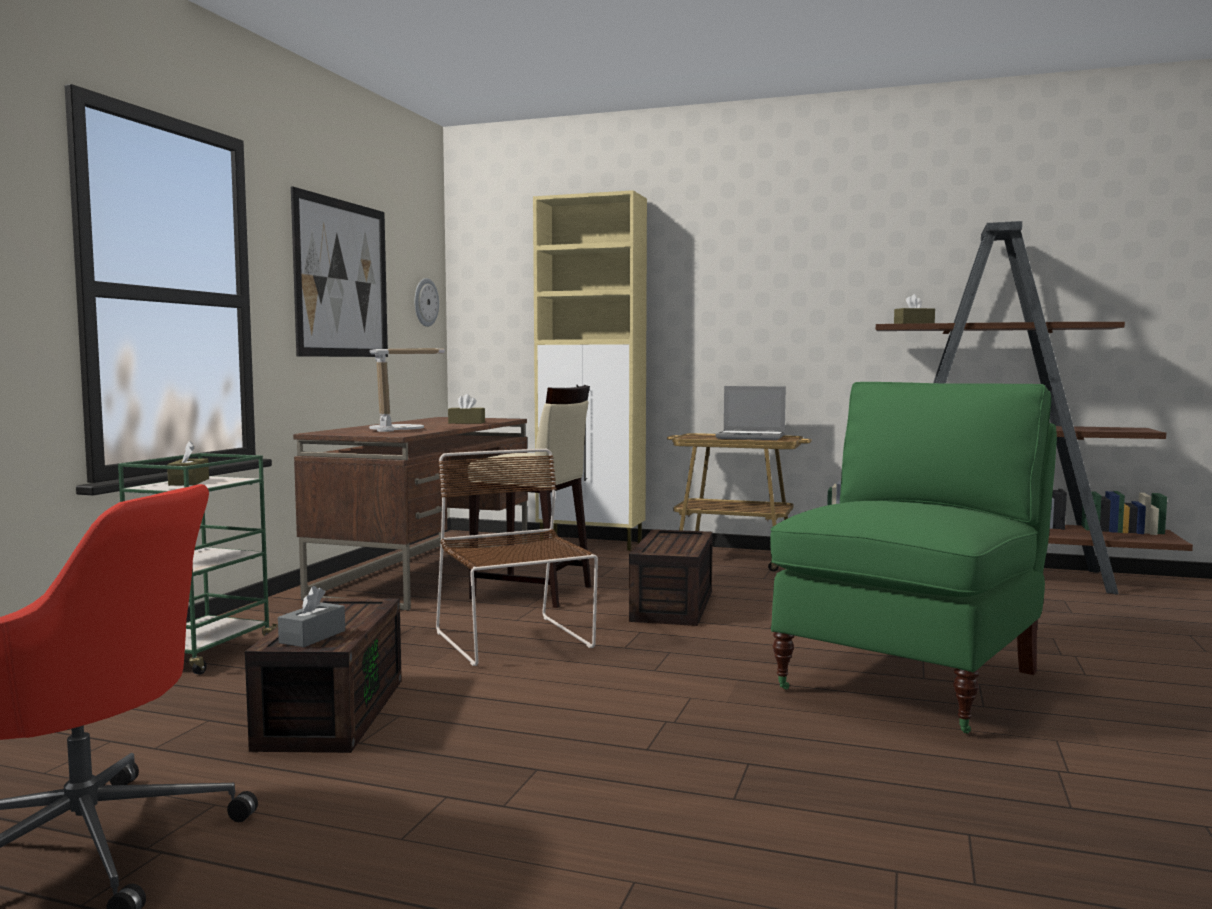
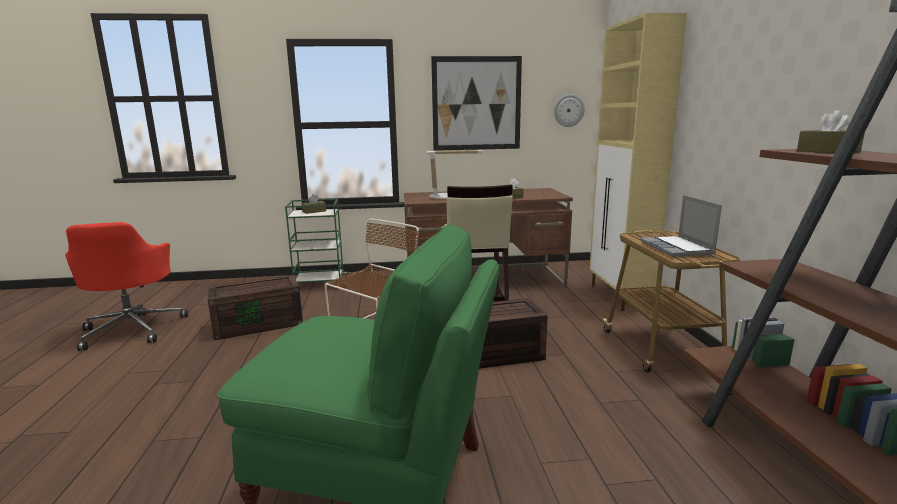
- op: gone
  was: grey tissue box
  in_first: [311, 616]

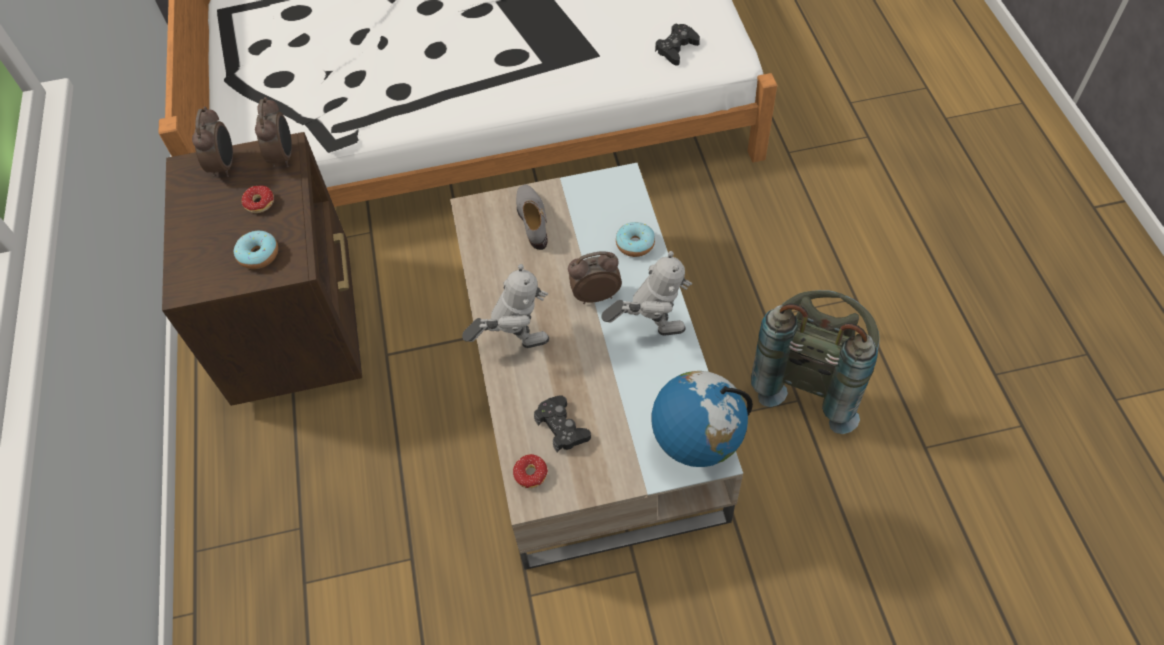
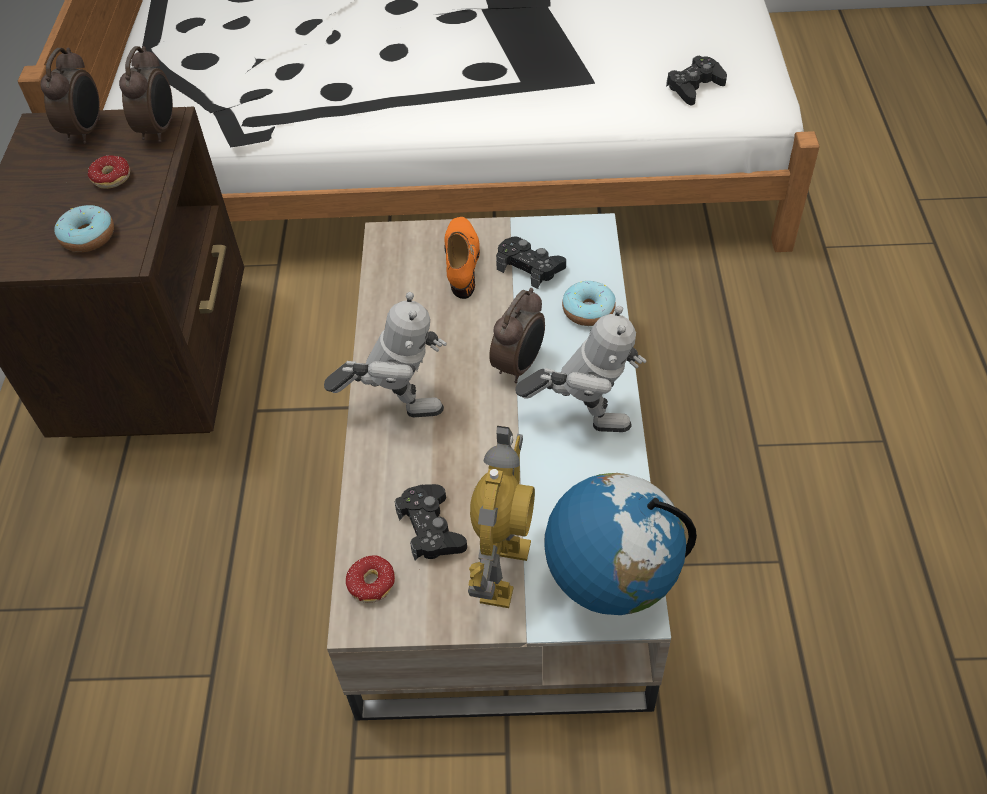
- op: repainted
  was: grey shoe
  now: orange shoe
  in_first: [532, 217]
  in_second: [462, 258]
- op: rotated
  was: alarm clock
  in_first: [595, 277]
  in_second: [517, 335]
  clockwise: 120
- op: gone
  was: grey backpack
  in_first: [815, 362]
- op: new
  now: black game controller
  in_second: [531, 262]
- op: new
  now: toy robot
  in_second: [501, 517]

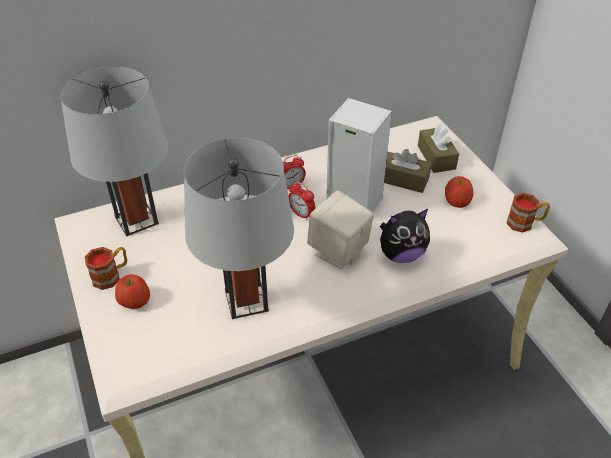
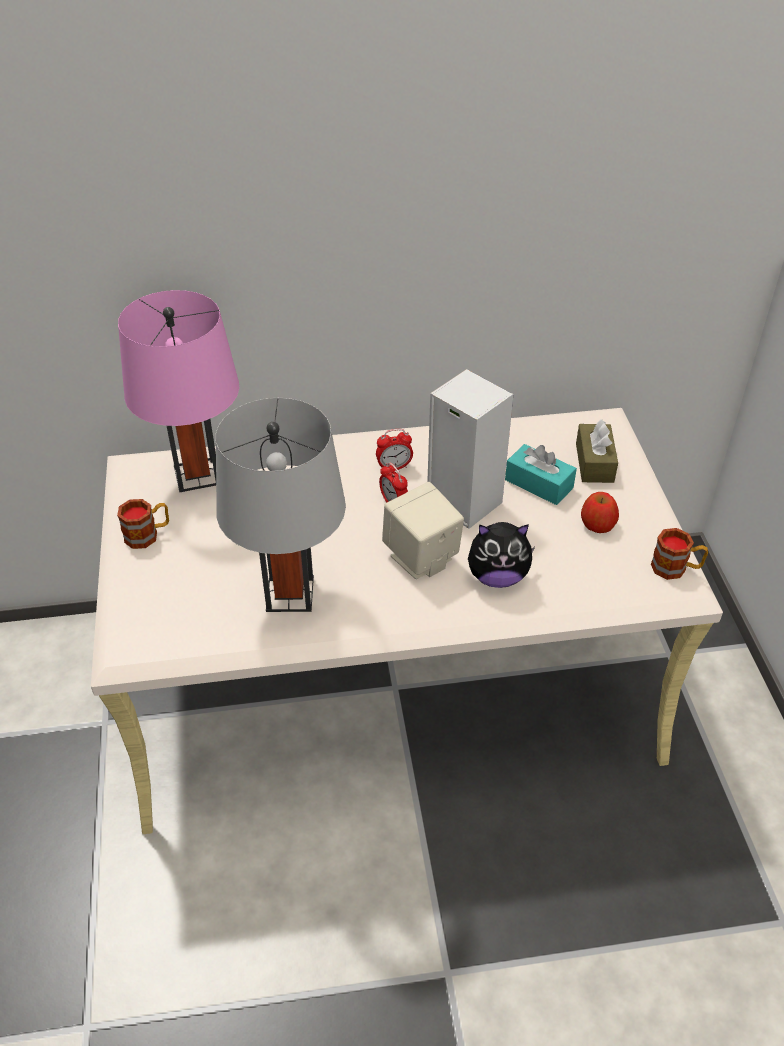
- op: repainted
  was: grey table lamp
  now: pink table lamp
  in_first: [114, 151]
  in_second: [178, 391]
- op: repainted
  was: brown tissue box
  now: turquoise tissue box
  in_first: [408, 171]
  in_second: [541, 474]
- op: gone
  was: apple
  in_first: [132, 291]

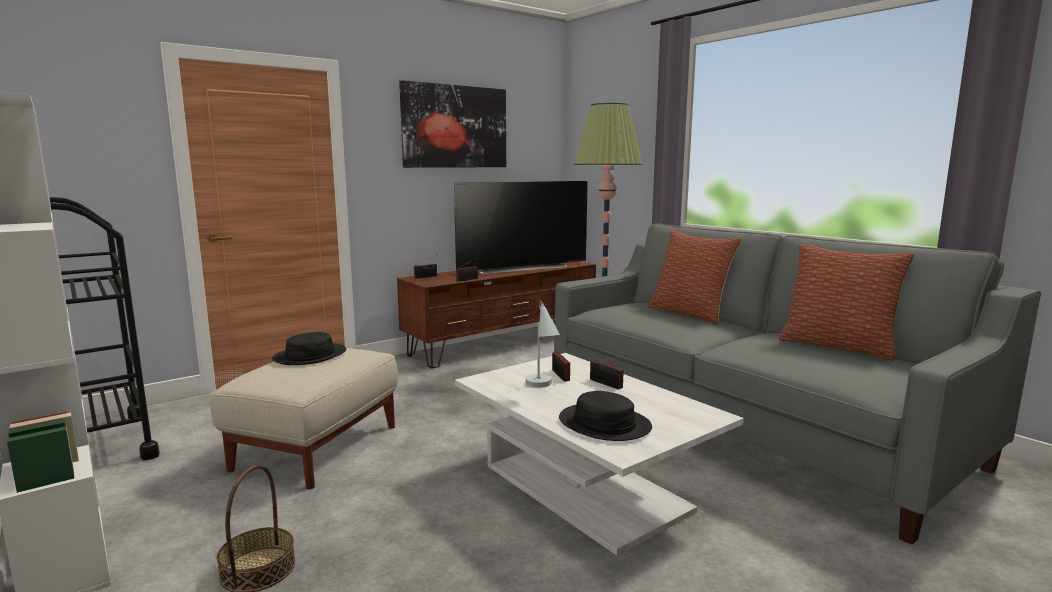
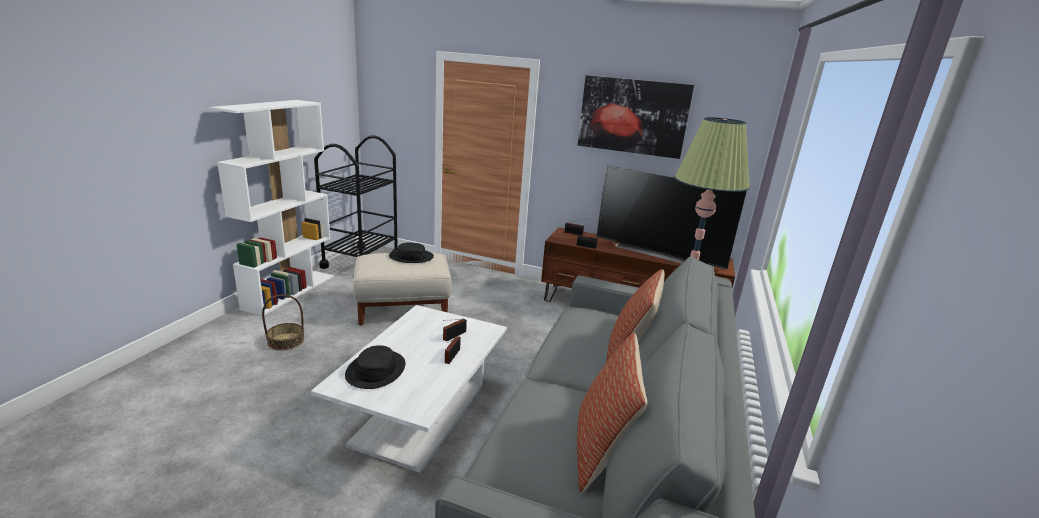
- op: gone
  was: white table lamp
  in_first: [542, 344]

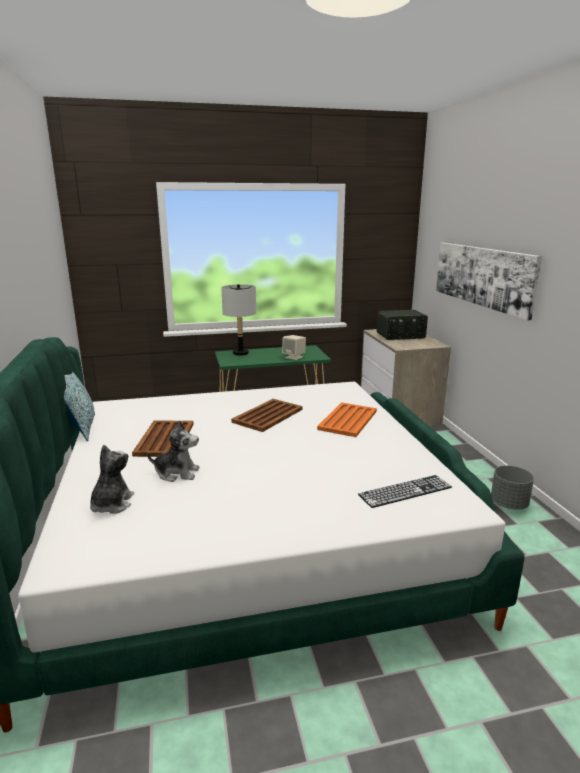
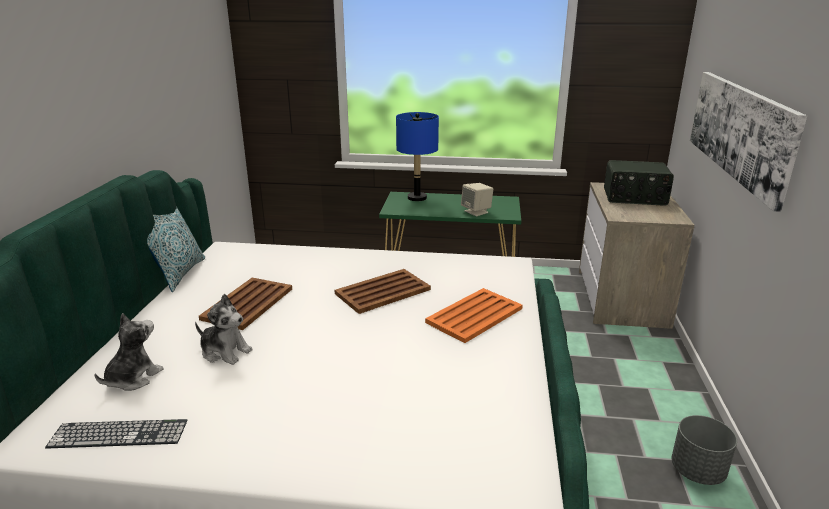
- op: repainted
  was: grey table lamp
  now: blue table lamp
  in_first: [238, 320]
  in_second: [417, 156]
- op: shifted
  was: keyboard
  in_first: [405, 491]
  in_second: [116, 434]

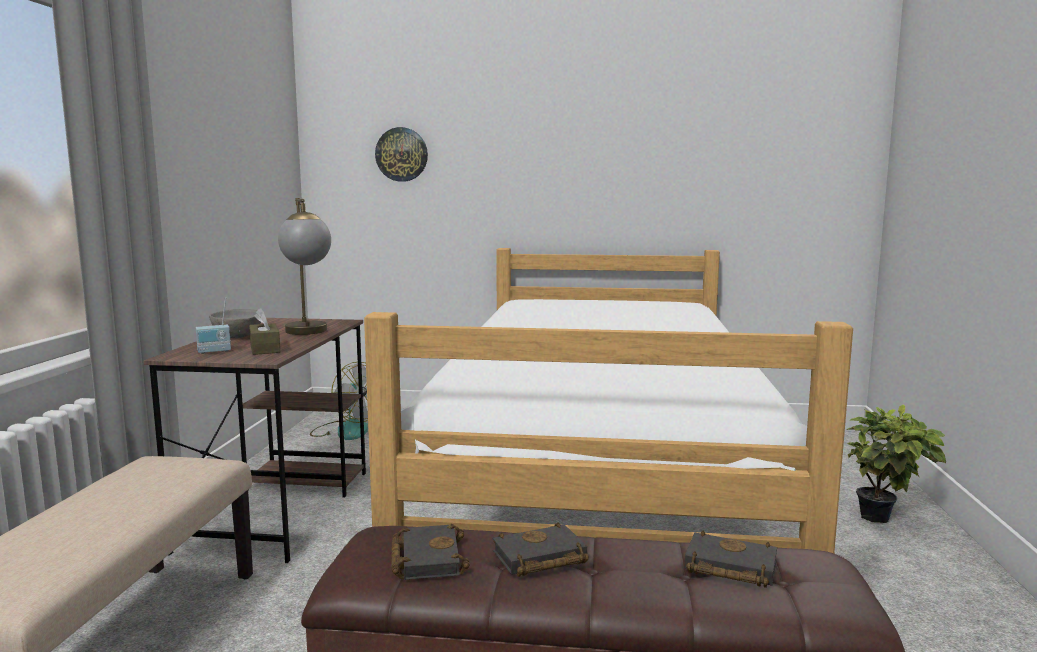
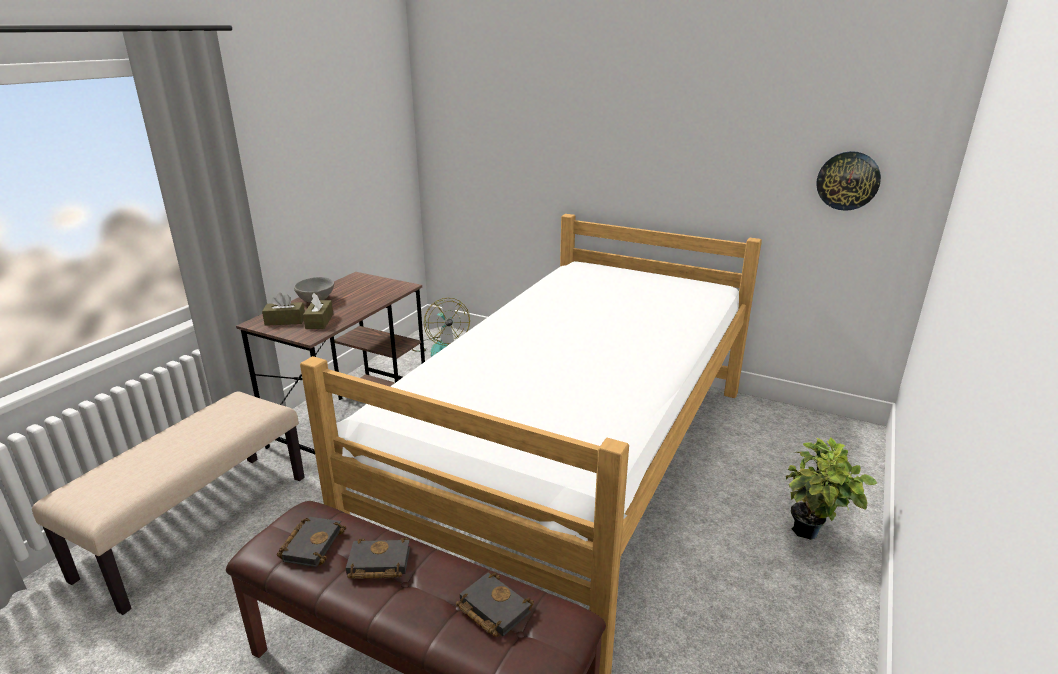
- op: shifted
  was: wall clock
  in_first: [401, 154]
  in_second: [848, 181]
- op: gone
  was: table lamp
  in_first: [304, 266]
- op: swapped
  was: radio
  now: brown tissue box
  in_first: [213, 325]
  in_second: [283, 309]

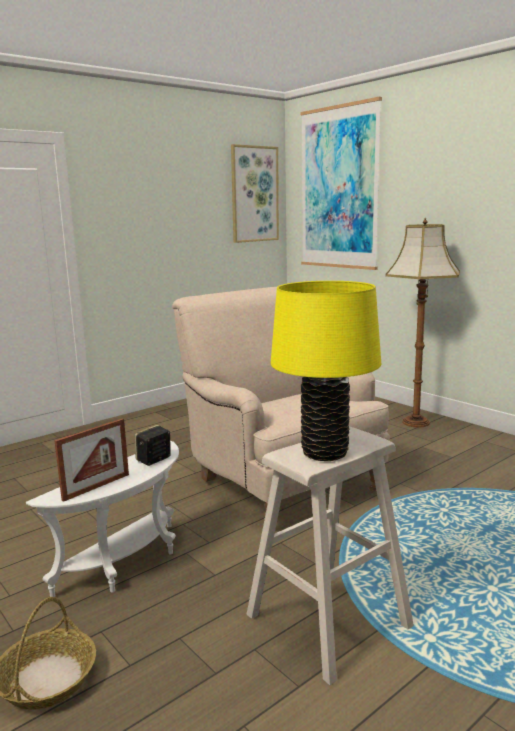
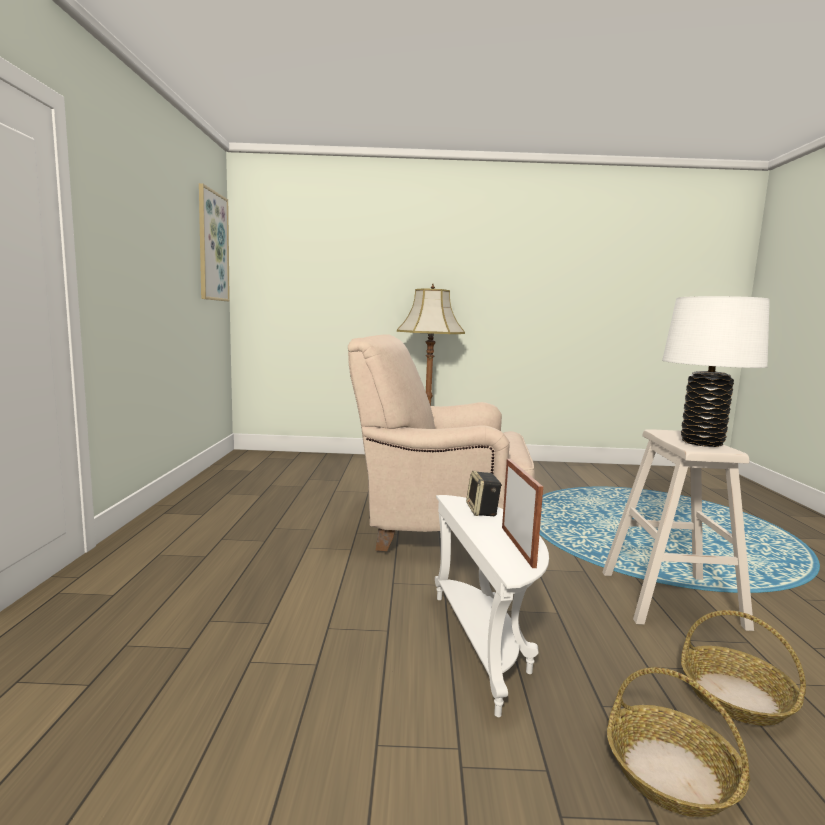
- op: gone
  was: picture
  in_first: [341, 183]
- op: repainted
  was: yellow table lamp
  now: white table lamp
  in_first: [326, 371]
  in_second: [716, 371]
- op: new
  now: basket
  in_second: [743, 668]

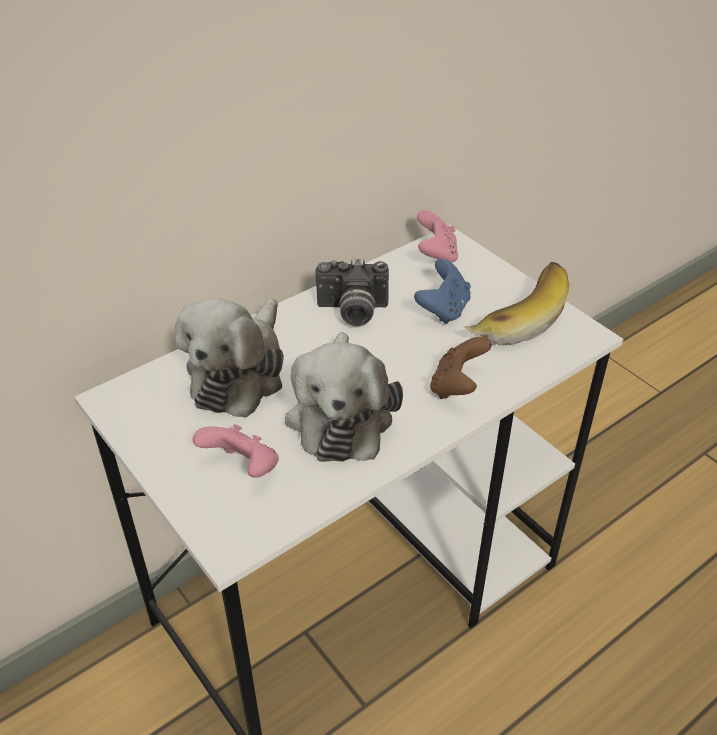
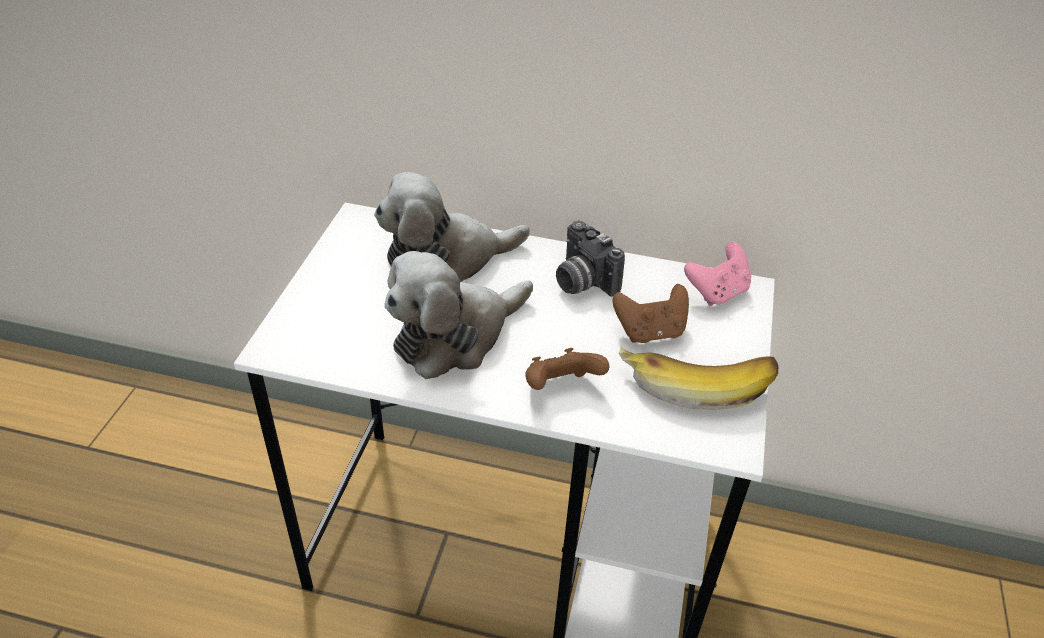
- op: repainted
  was: blue game controller
  now: brown game controller
  in_first: [442, 291]
  in_second: [651, 313]
- op: gone
  was: pink game controller
  in_first: [236, 451]

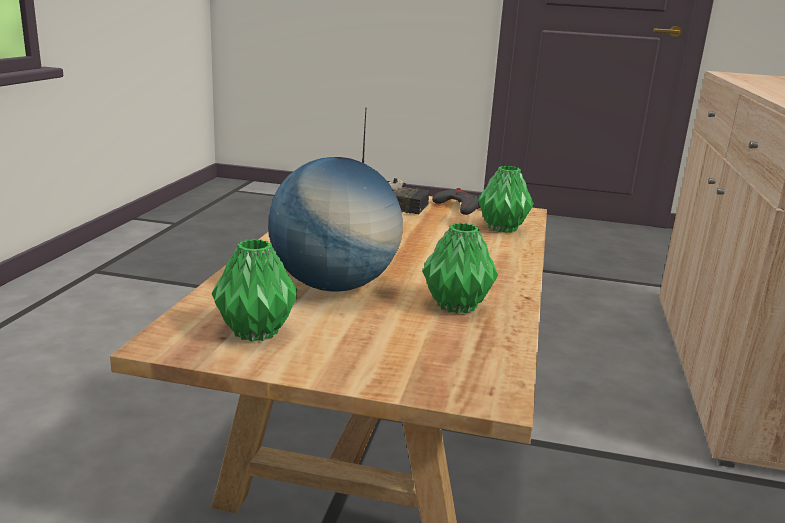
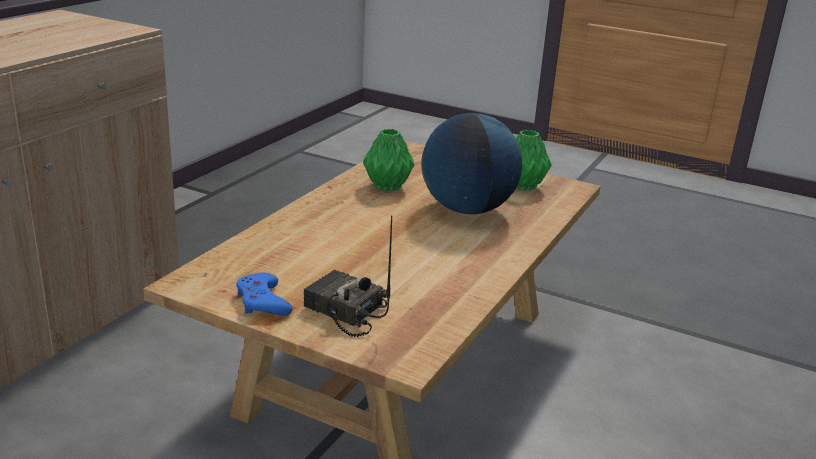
- op: gone
  was: green vase
  in_first: [506, 199]
- op: repainted
  was: grey game controller
  now: blue game controller
  in_first: [456, 201]
  in_second: [264, 294]

